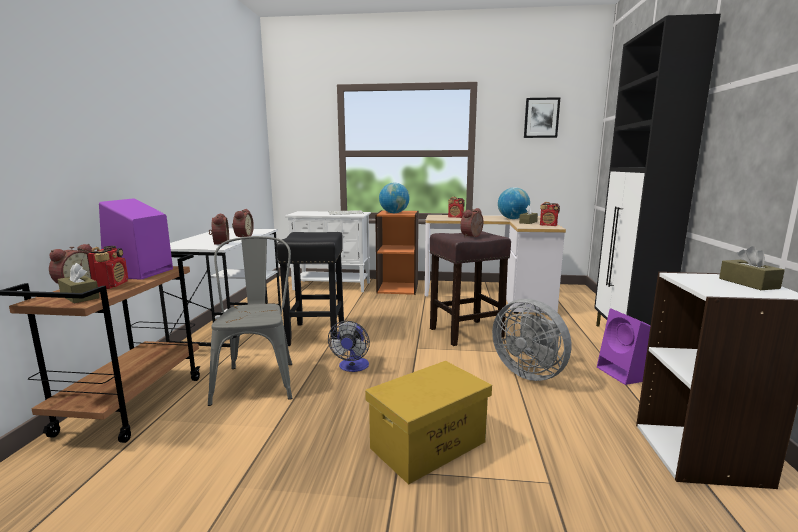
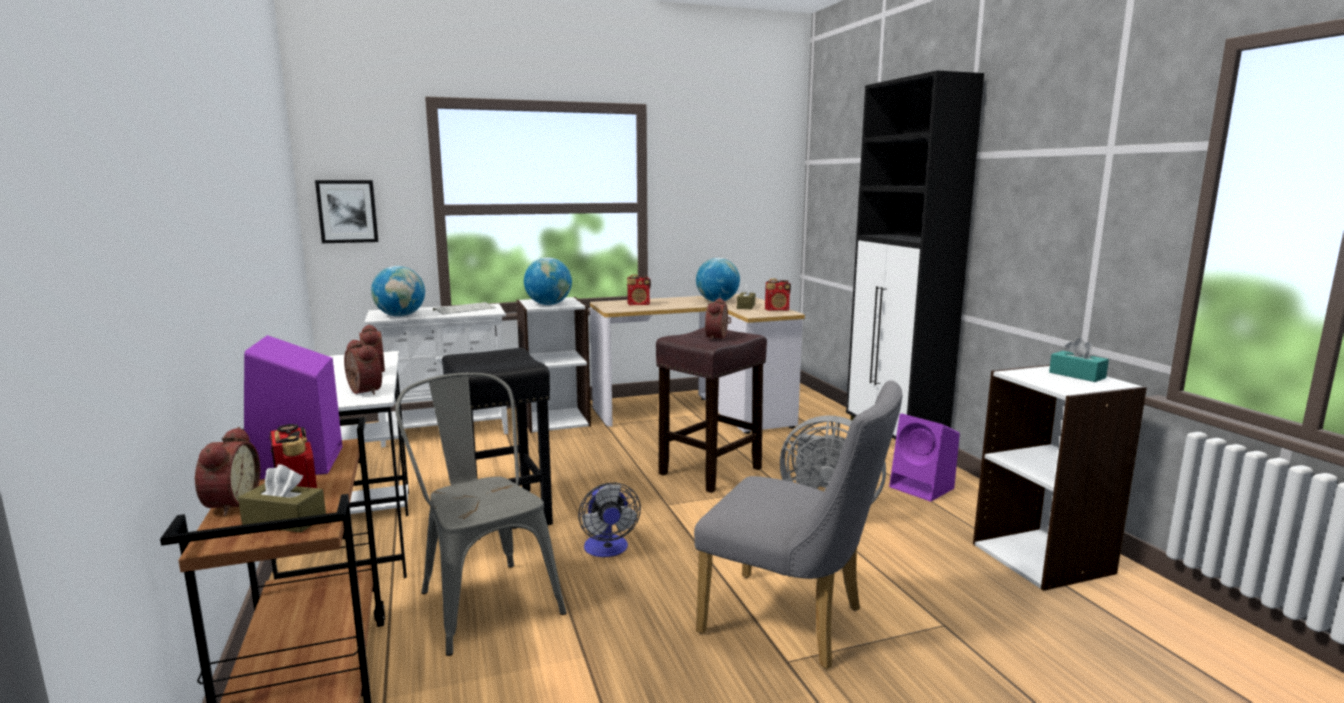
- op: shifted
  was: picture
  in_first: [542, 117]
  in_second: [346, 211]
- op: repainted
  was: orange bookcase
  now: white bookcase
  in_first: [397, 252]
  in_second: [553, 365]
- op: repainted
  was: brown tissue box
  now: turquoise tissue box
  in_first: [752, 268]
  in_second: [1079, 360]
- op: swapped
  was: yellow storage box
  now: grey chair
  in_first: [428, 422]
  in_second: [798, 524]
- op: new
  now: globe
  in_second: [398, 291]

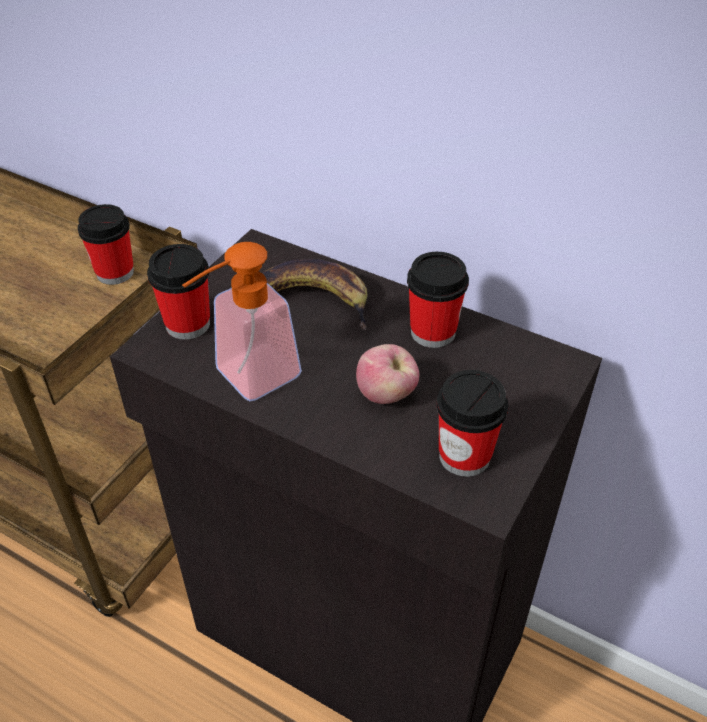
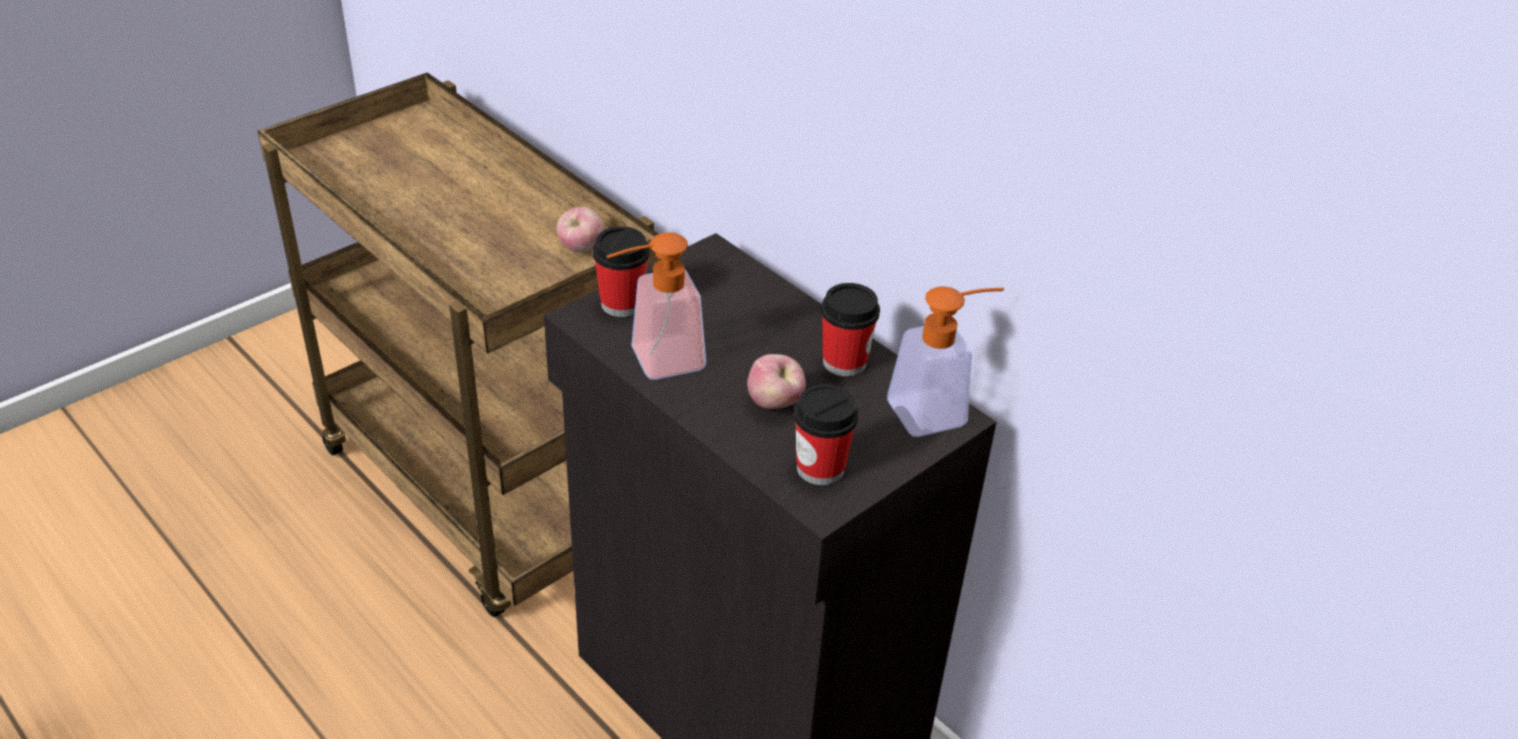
- op: swapped
  was: cup
  now: apple
  in_first: [106, 244]
  in_second: [580, 230]
- op: gone
  was: banana
  in_first: [314, 294]
- op: new
  now: soap dispenser
  in_second: [945, 361]

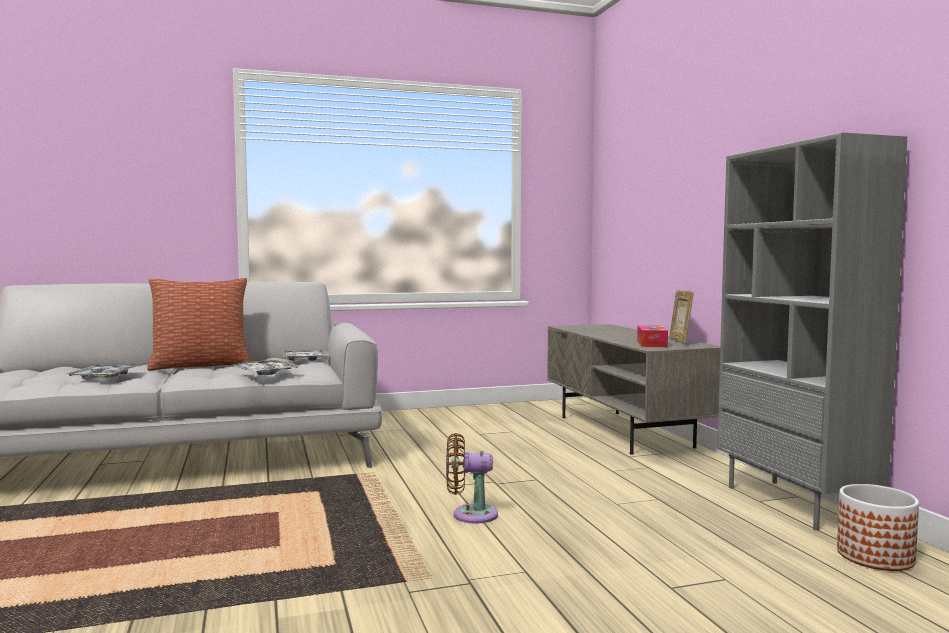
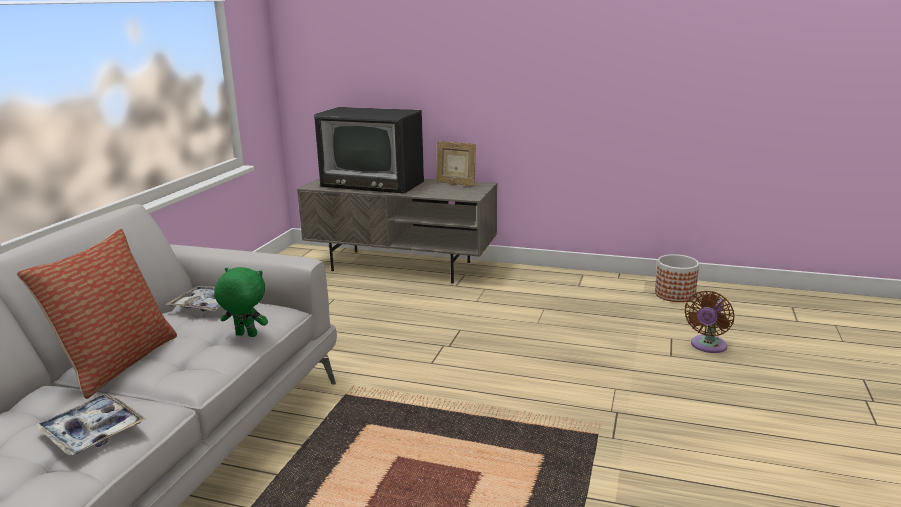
- op: gone
  was: grey bookcase
  in_first: [812, 331]
- op: gone
  was: tissue box
  in_first: [652, 336]
- op: swapped
  was: tray
  now: green plush toy
  in_first: [265, 367]
  in_second: [241, 302]
- op: shifted
  was: brown fan
  in_first: [472, 478]
  in_second: [709, 322]
- op: new
  now: television
  in_second: [369, 150]

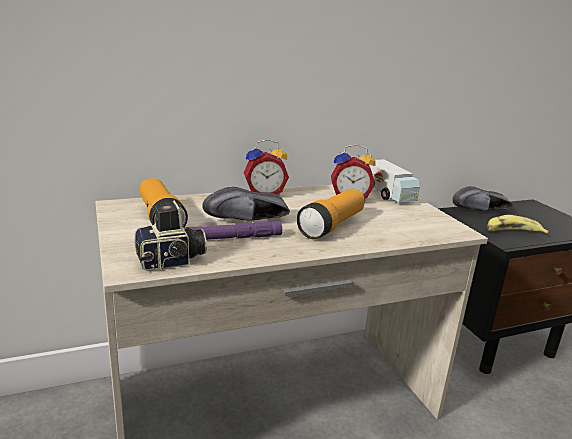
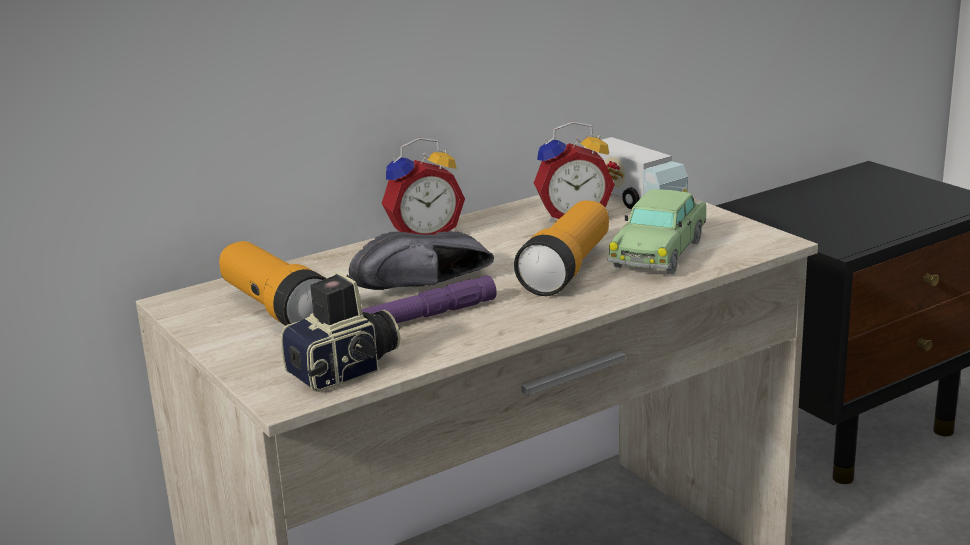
- op: gone
  was: black shoe
  in_first: [482, 198]
- op: gone
  was: banana
  in_first: [518, 224]
- op: new
  now: toy car
  in_second: [656, 232]

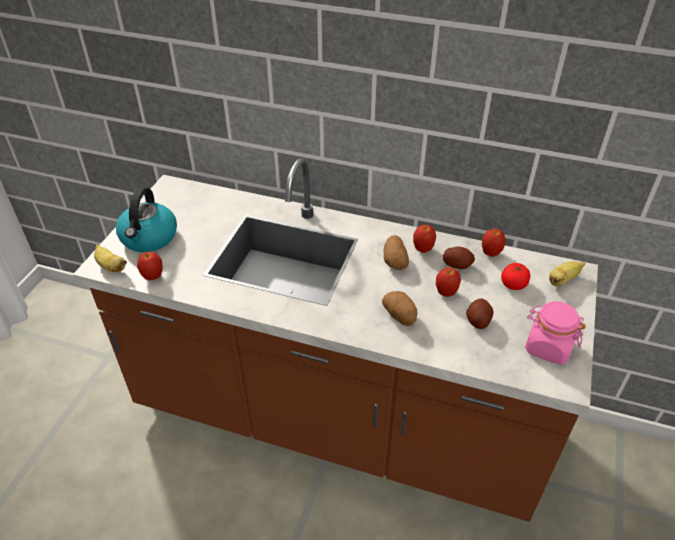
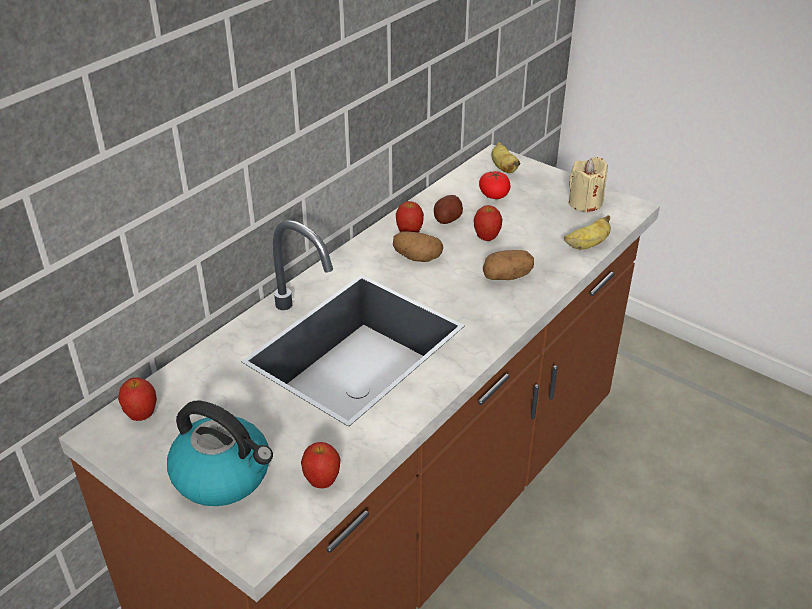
- op: shifted
  was: apple
  in_first: [494, 243]
  in_second: [137, 399]
- op: shifted
  was: banana
  in_first: [110, 258]
  in_second: [587, 232]
- op: gone
  was: potato
  in_first: [480, 313]
- op: swapped
  was: pink jar
  now: beige candle
  in_first: [555, 333]
  in_second: [588, 184]

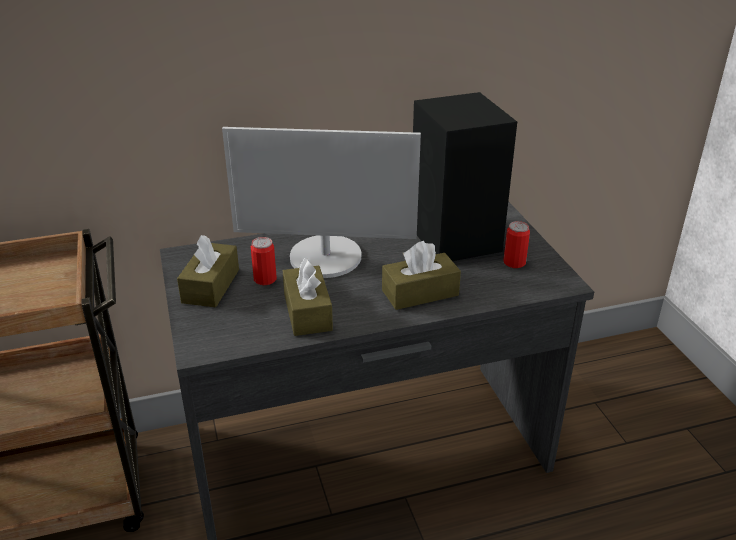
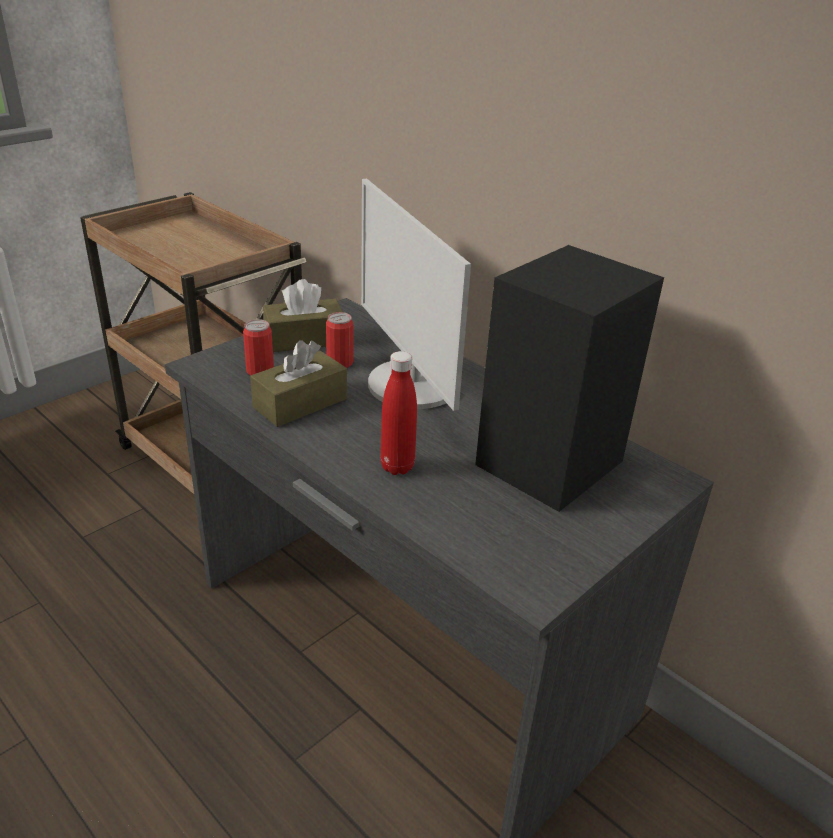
- op: shifted
  was: can
  in_first: [516, 244]
  in_second: [258, 347]
- op: swapped
  was: brown tissue box
  now: red bottle
  in_first: [421, 275]
  in_second: [399, 413]

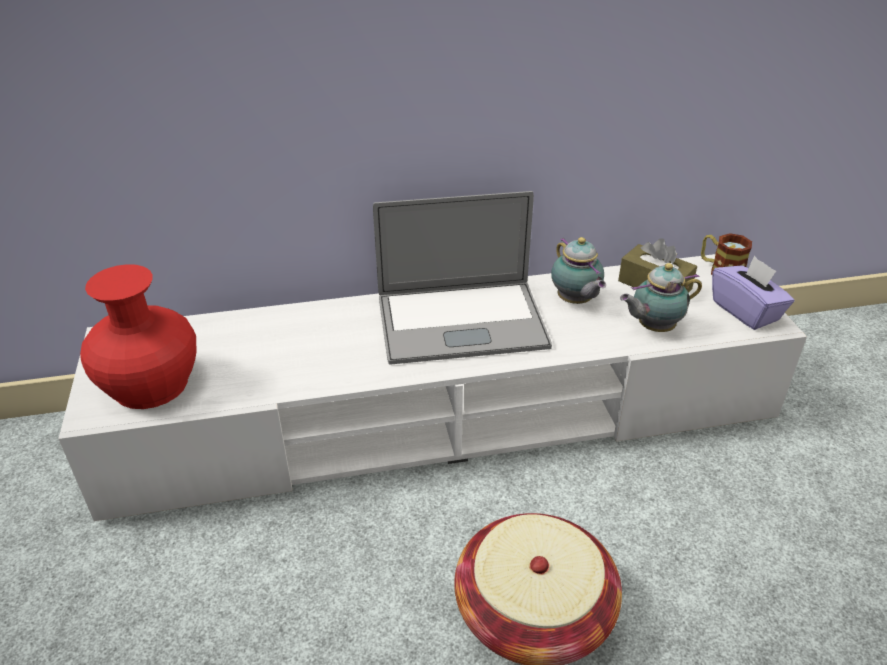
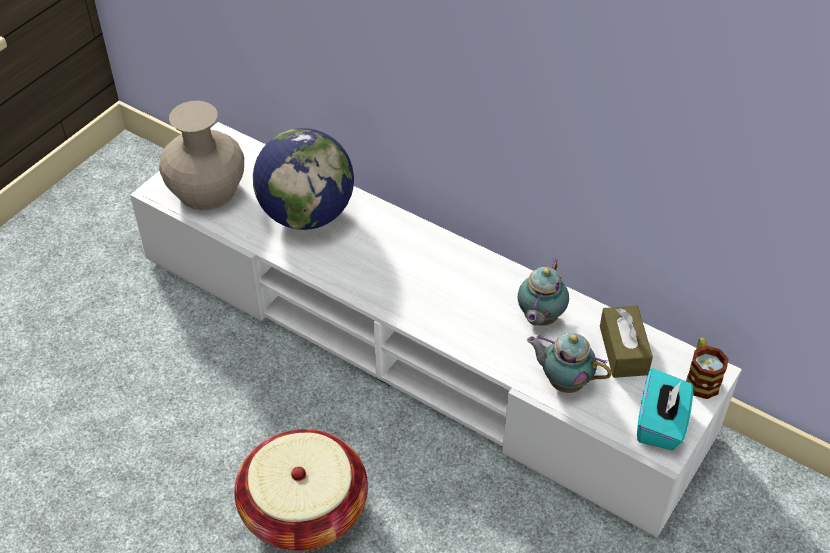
- op: gone
  was: laptop
  in_first: [462, 278]
- op: repainted
  was: purple tissue box
  now: turquoise tissue box
  in_first: [753, 293]
  in_second: [665, 409]
- op: repainted
  was: red vase
  now: beige vase
  in_first: [138, 336]
  in_second: [201, 155]
- op: new
  now: globe
  in_second: [303, 179]

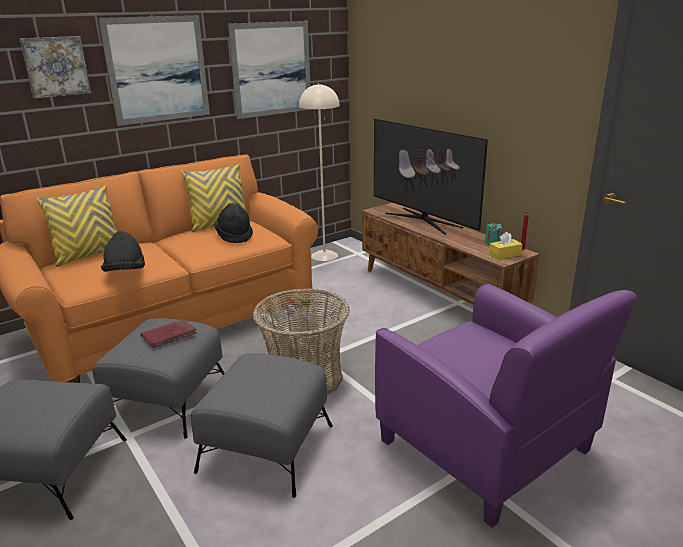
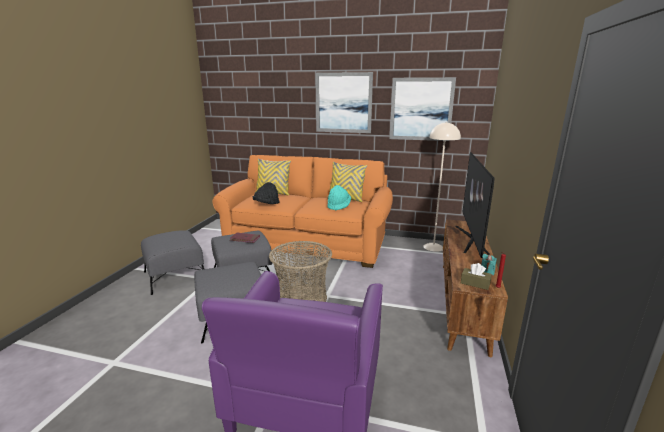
- op: gone
  was: picture
  in_first: [55, 67]
- op: repainted
  was: black hat
  now: turquoise hat
  in_first: [233, 223]
  in_second: [339, 197]
- op: repainted
  was: yellow tissue box
  now: brown tissue box
  in_first: [505, 245]
  in_second: [476, 276]

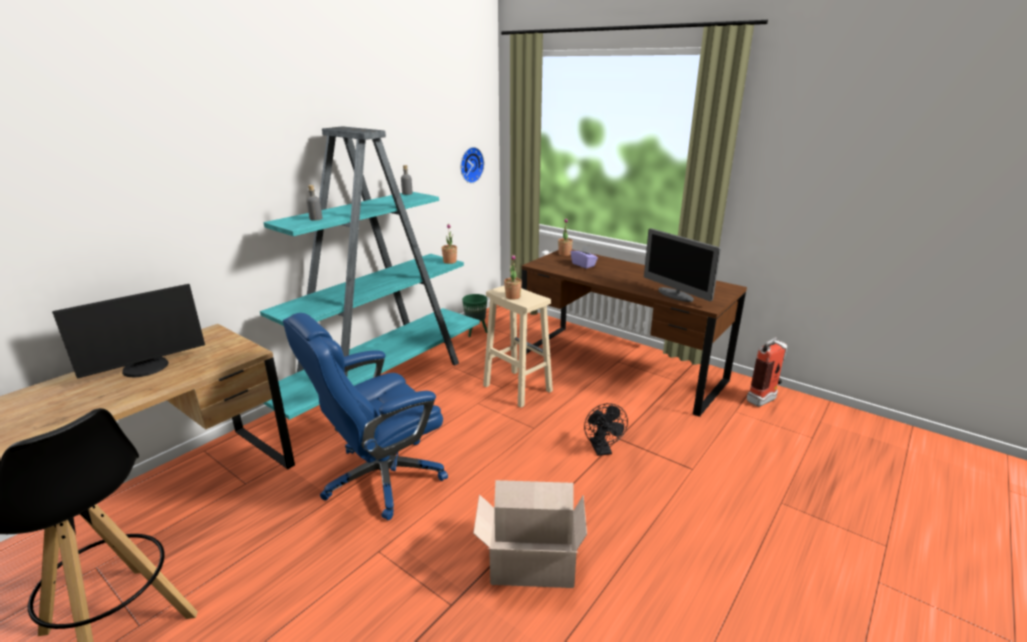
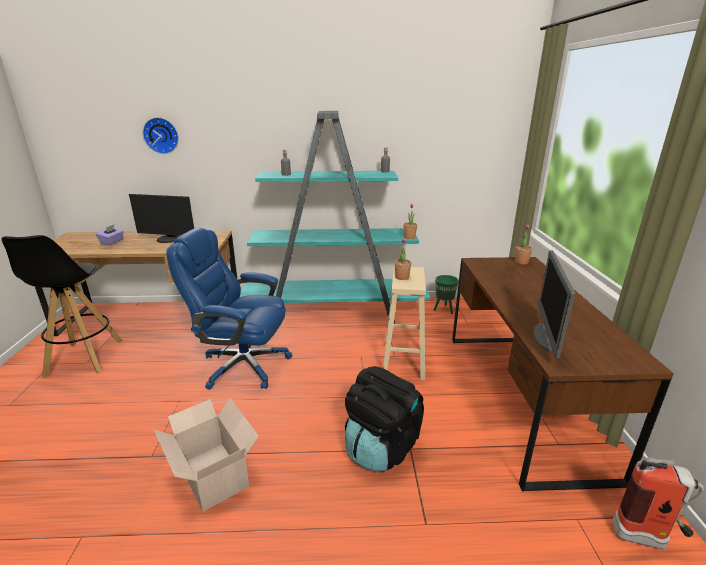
- op: shifted
  was: wall clock
  in_first: [472, 165]
  in_second: [161, 135]
- op: shifted
  was: purple tissue box
  in_first: [584, 257]
  in_second: [110, 235]
- op: swapped
  was: black fan
  now: black backpack
  in_first: [606, 429]
  in_second: [384, 419]

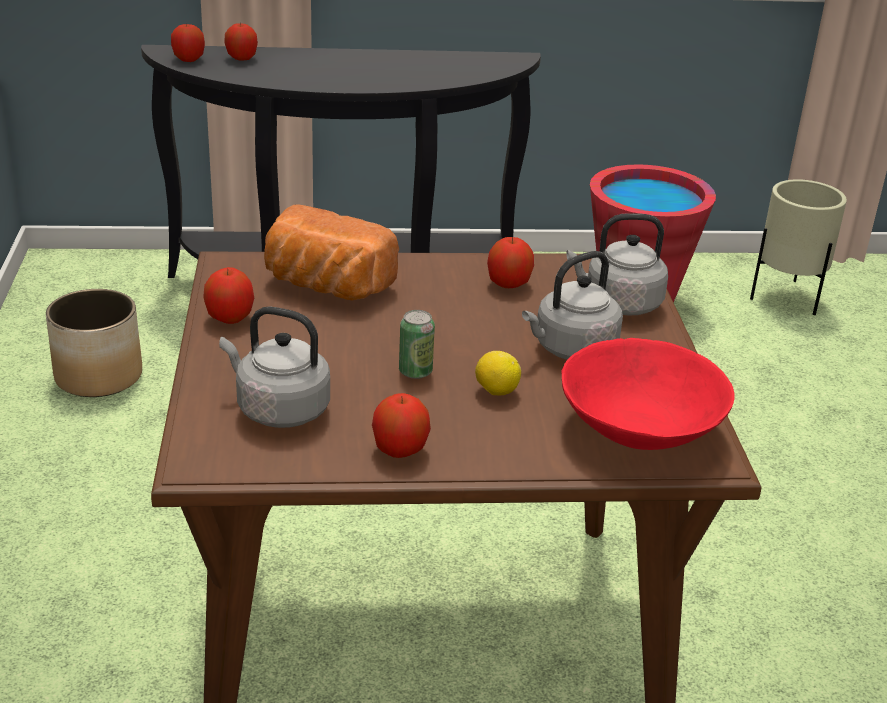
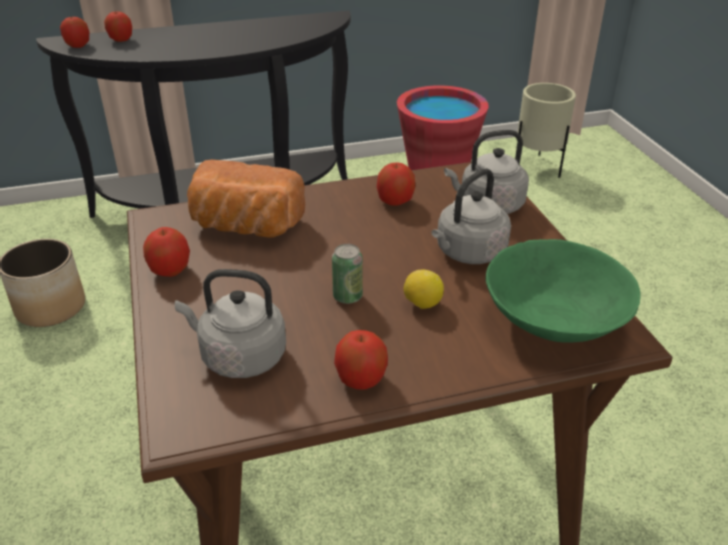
- op: repainted
  was: red bowl
  now: green bowl
  in_first: [648, 394]
  in_second: [563, 291]

